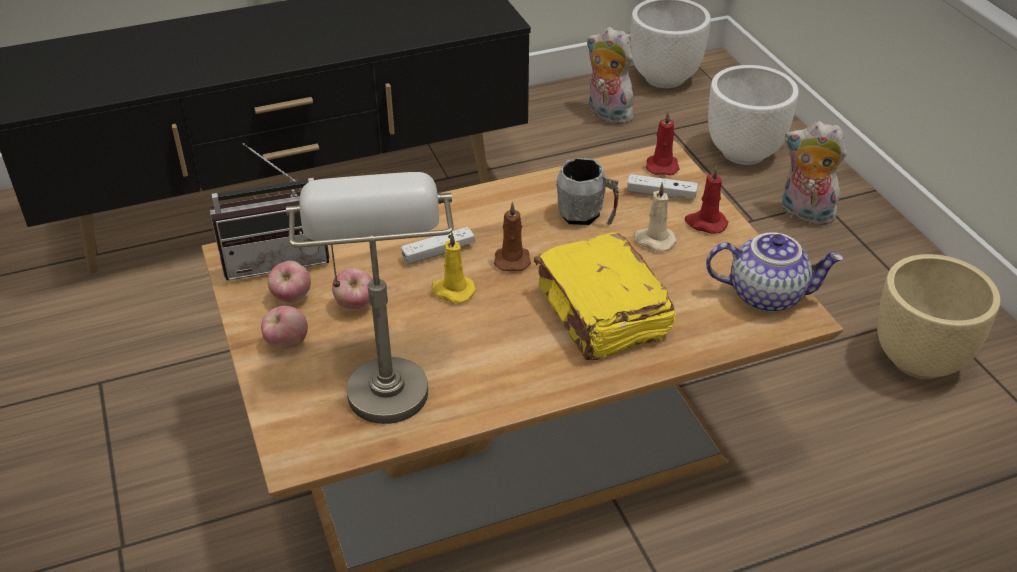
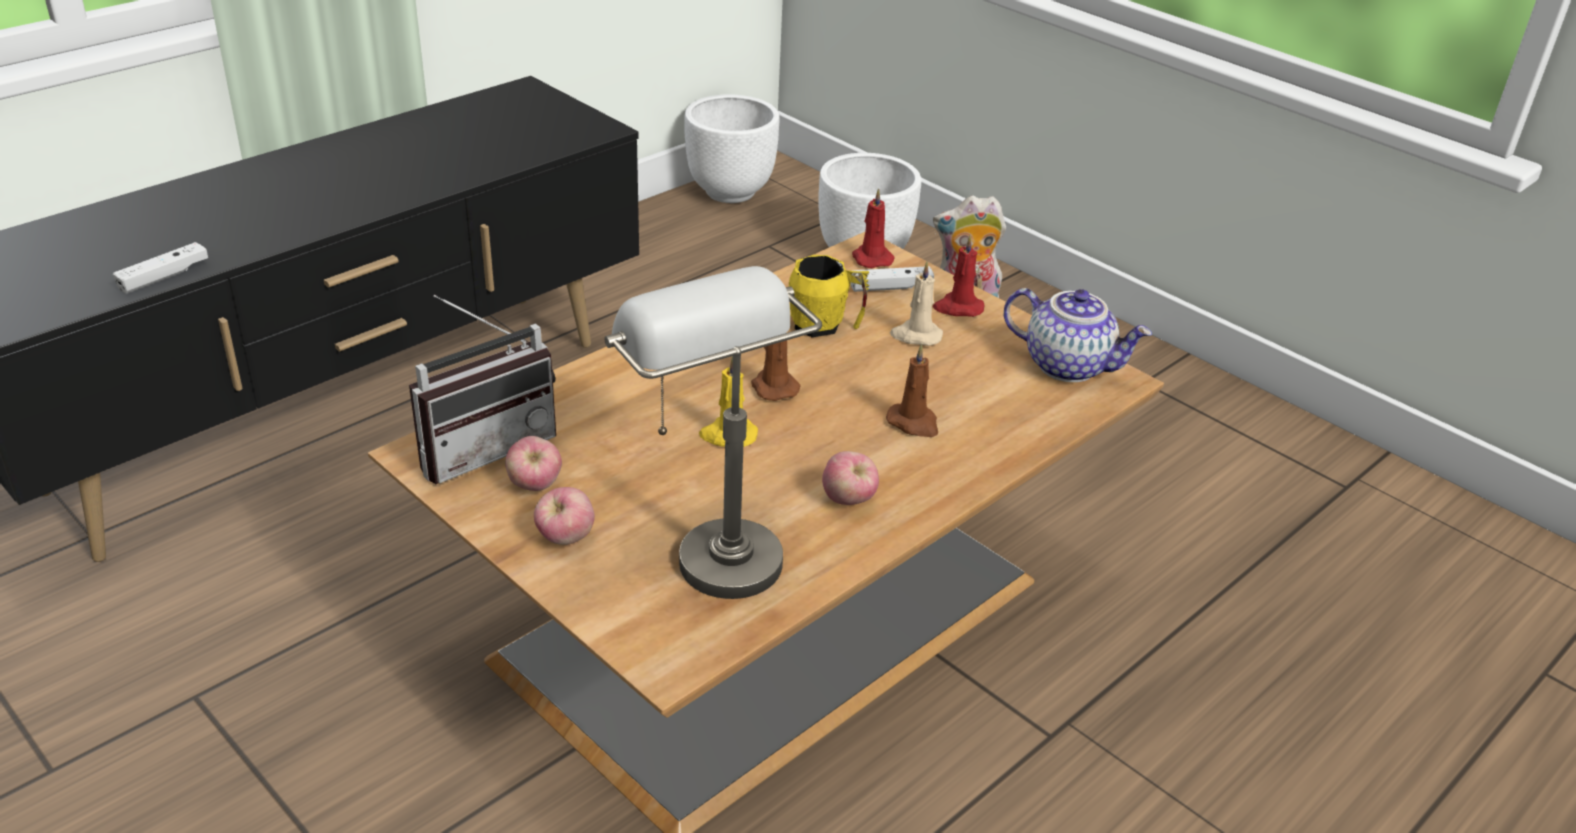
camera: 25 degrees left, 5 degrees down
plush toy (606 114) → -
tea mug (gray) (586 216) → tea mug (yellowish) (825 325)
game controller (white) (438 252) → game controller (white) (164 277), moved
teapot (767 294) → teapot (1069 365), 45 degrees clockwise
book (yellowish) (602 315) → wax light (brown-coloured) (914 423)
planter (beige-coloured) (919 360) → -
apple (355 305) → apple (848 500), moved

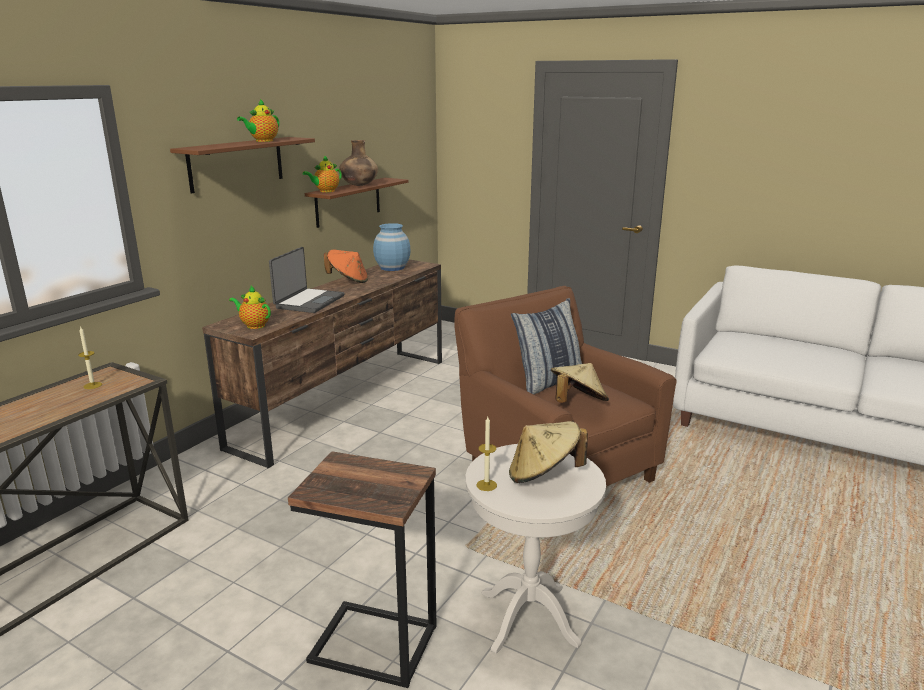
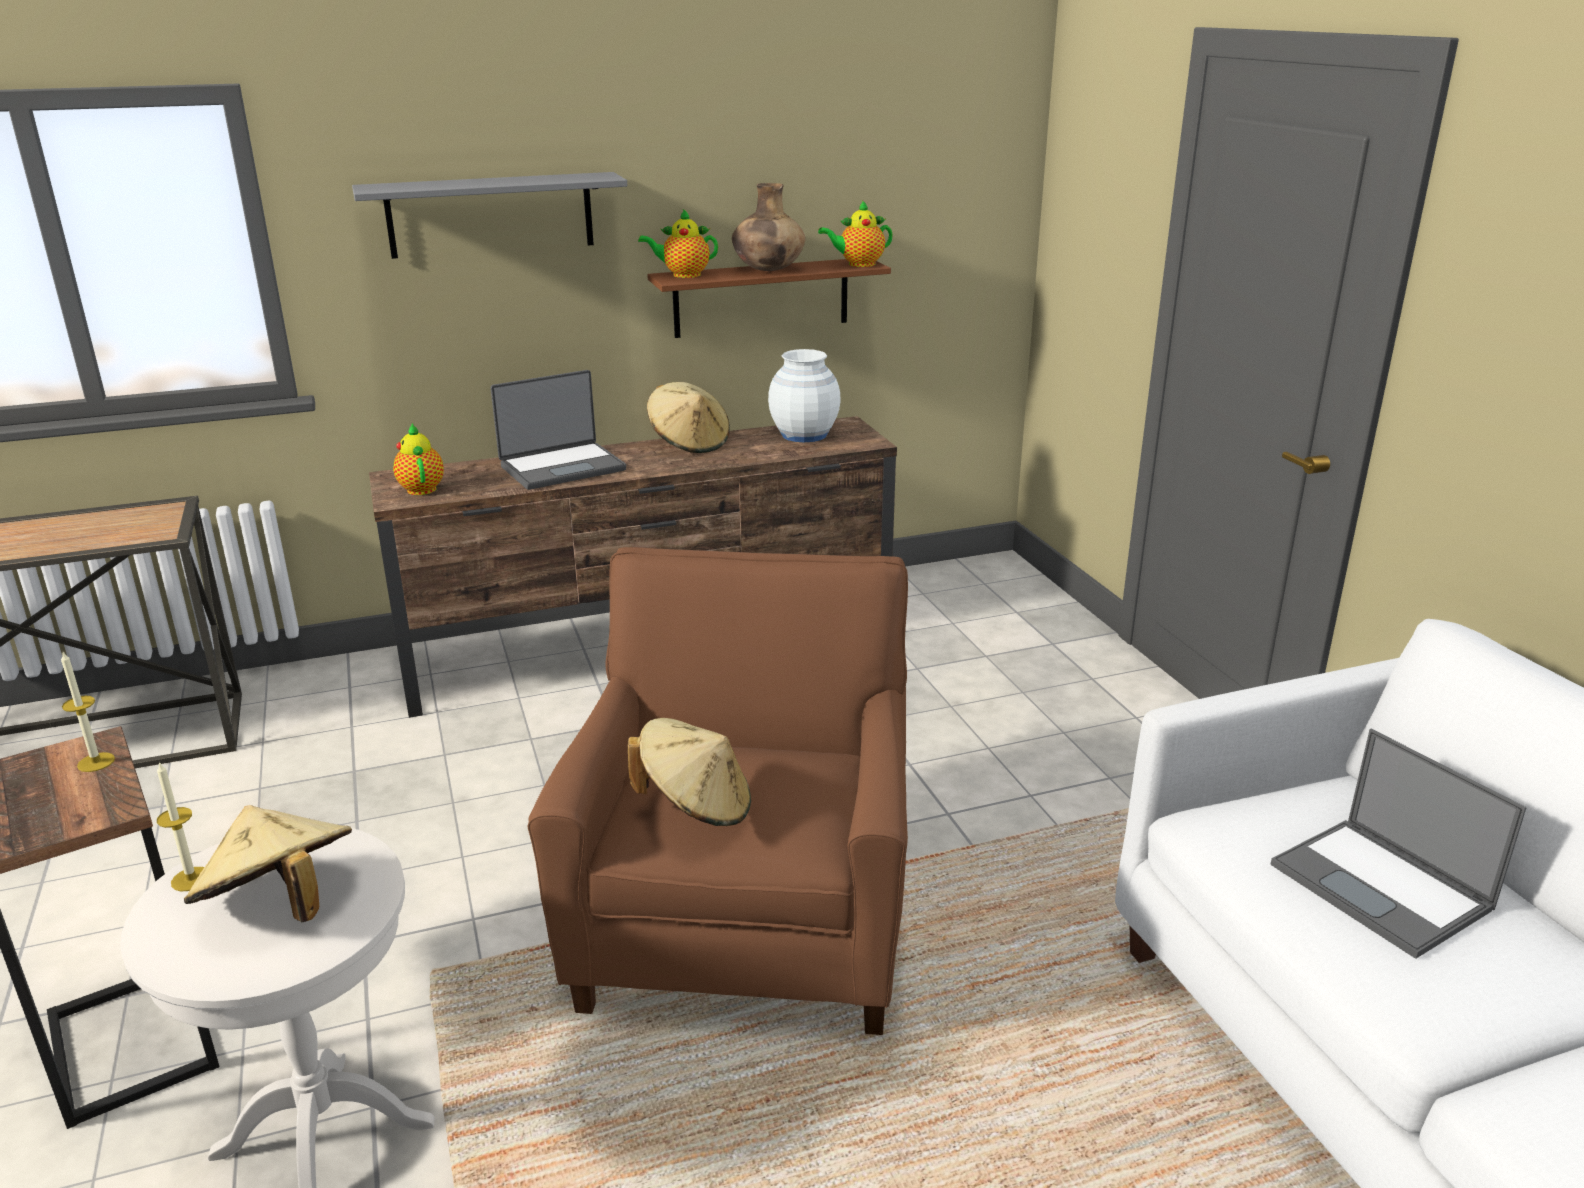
camera: 40 degrees right, 5 degrees up
teapot (262 141) → teapot (858 264), moved
wall shelf (brown-coloured) (236 164) → wall shelf (gray) (490 215)
decorative vase (blue) (392 268) → decorative vase (white) (803 435)
wearable hat (orange-coloured) (348 281) → wearable hat (beige-coloured) (689 443)
cushion (548 382) → -
wax light (92 385) → wax light (96 762), moved
- → notebook computer (1383 887)

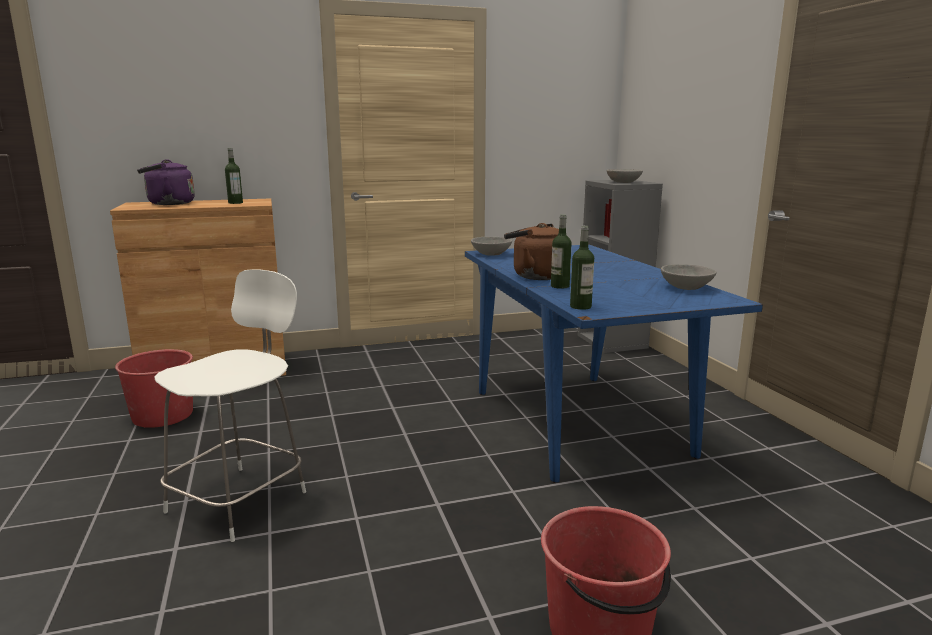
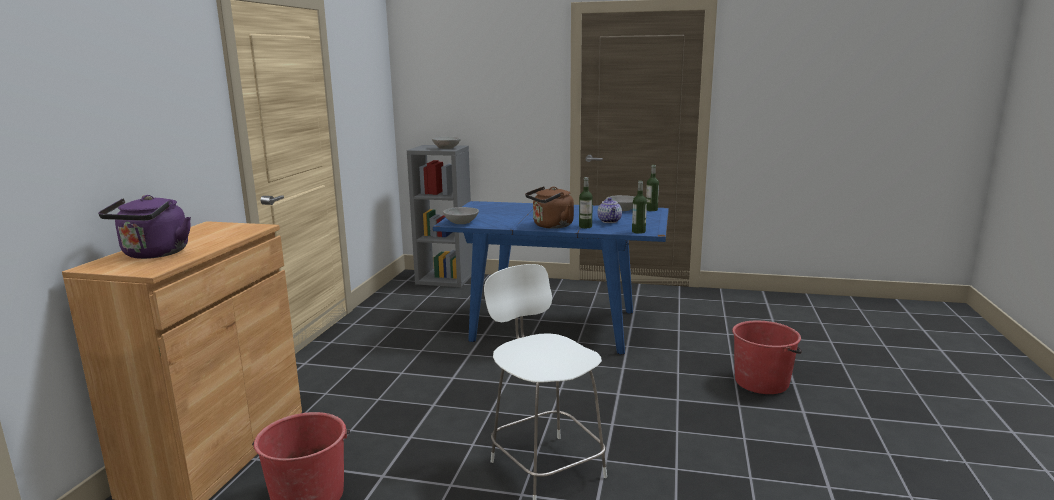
camera: 60 degrees left, 0 degrees up
bottle (235 203) → bottle (651 210), moved
- → teapot (610 221)

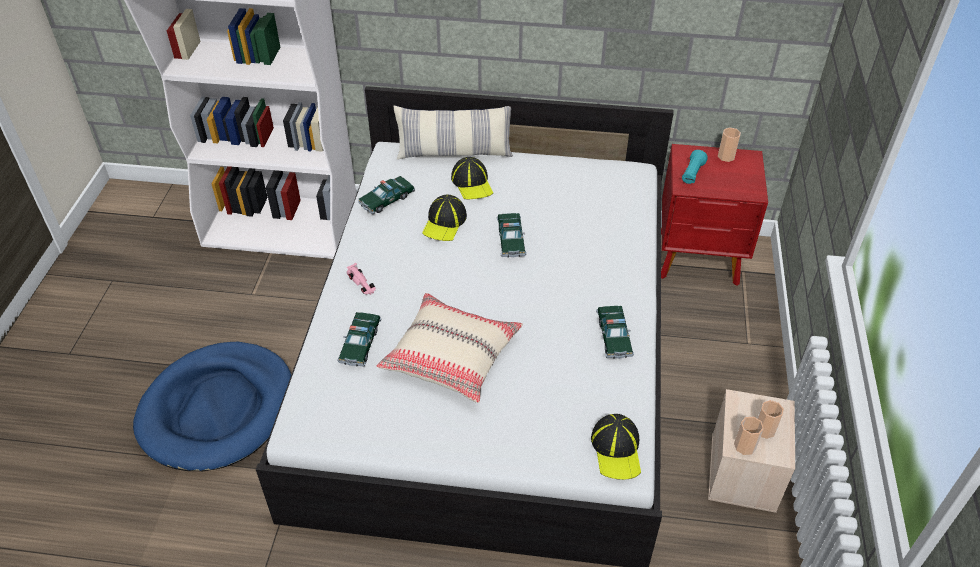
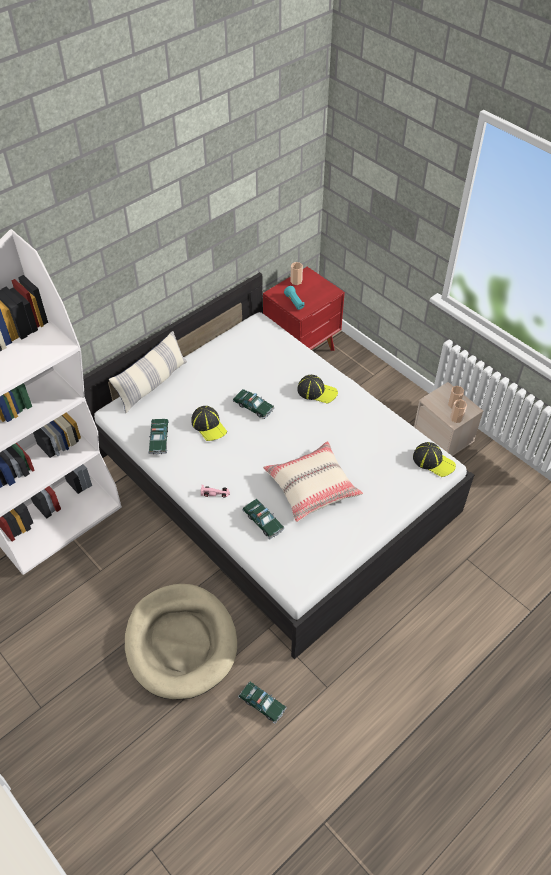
camera: 50 degrees left, 5 degrees up
cap (472 183) → cap (317 391), moved
toy car (613 336) → toy car (262 704), moved
dog cushion (blue) (218 409) → dog cushion (beige-coloured) (181 642)

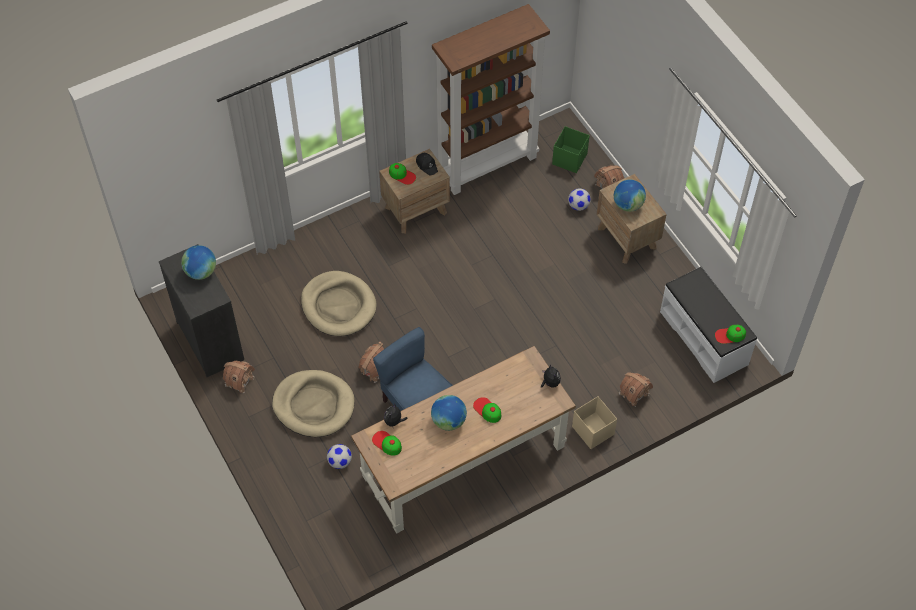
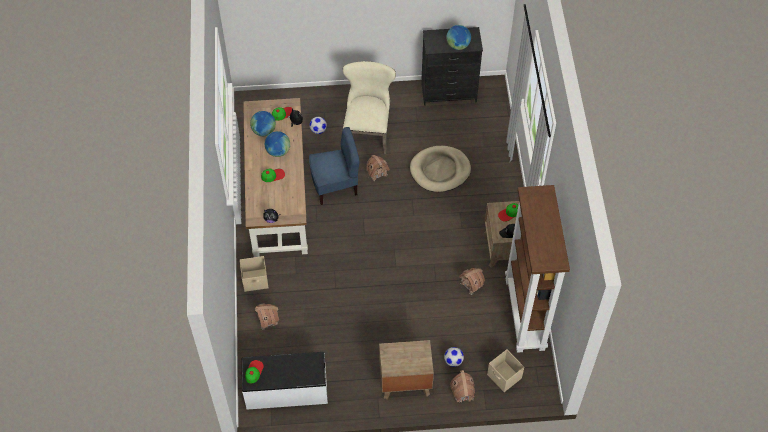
camera: 115 degrees right, 0 degrees up
storage bin (greenish) (570 159) → storage bin (beige-coloured) (504 377)
desk globe (628 204) → desk globe (264 131), moved
model house (239 381) → model house (471 284), moved
dog cushion (beige-coloured) (314 405) → plain chair (beige-coloured) (368 130)

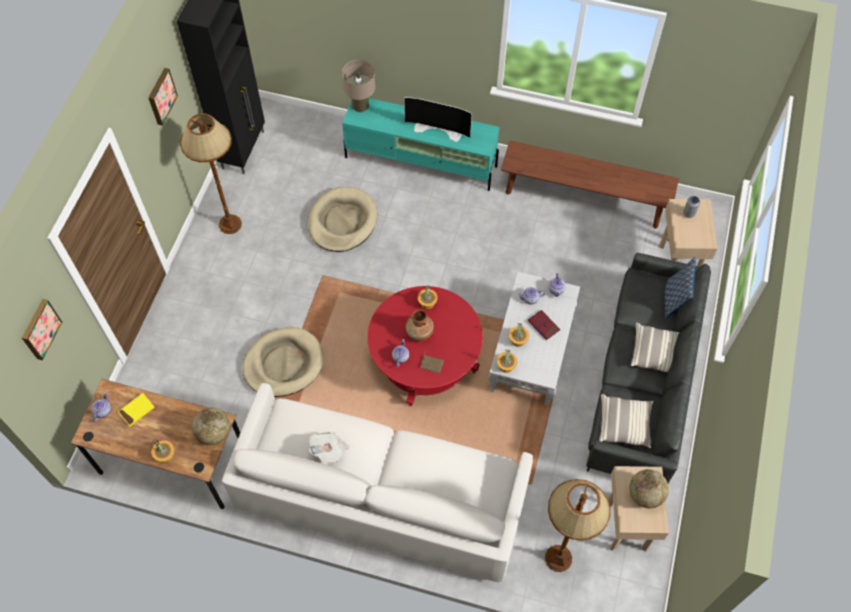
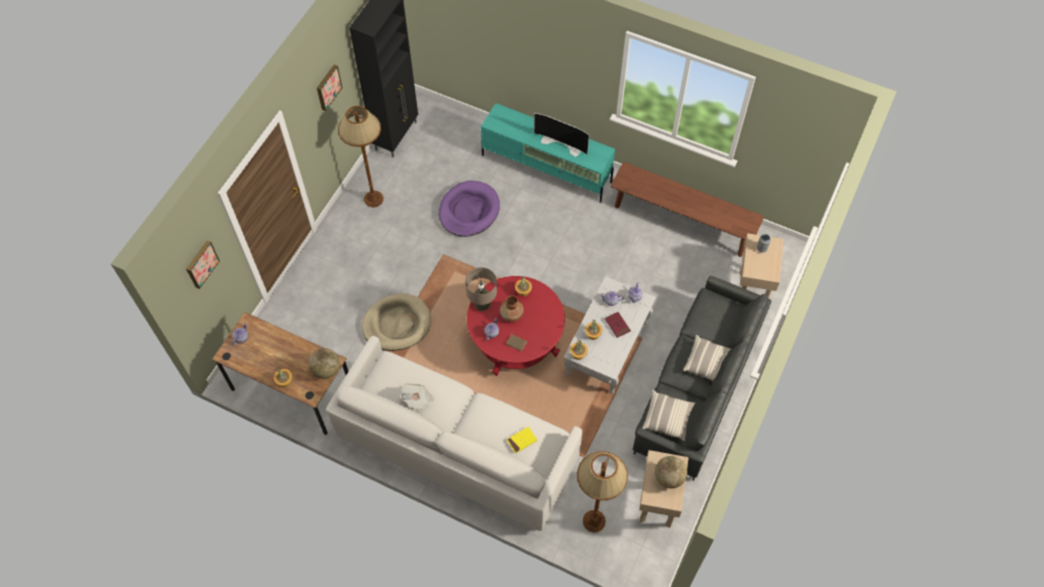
camera: 10 degrees right, 0 degrees up
tabletop lamp (beige-coloured) (360 105) → tabletop lamp (beige-coloured) (482 303), moved
dog cushion (beige-coloured) (342 221) → dog cushion (purple-coloured) (469 211)
cushion (674 299) → -
book (yellowish) (136 410) → book (yellowish) (522 440), moved

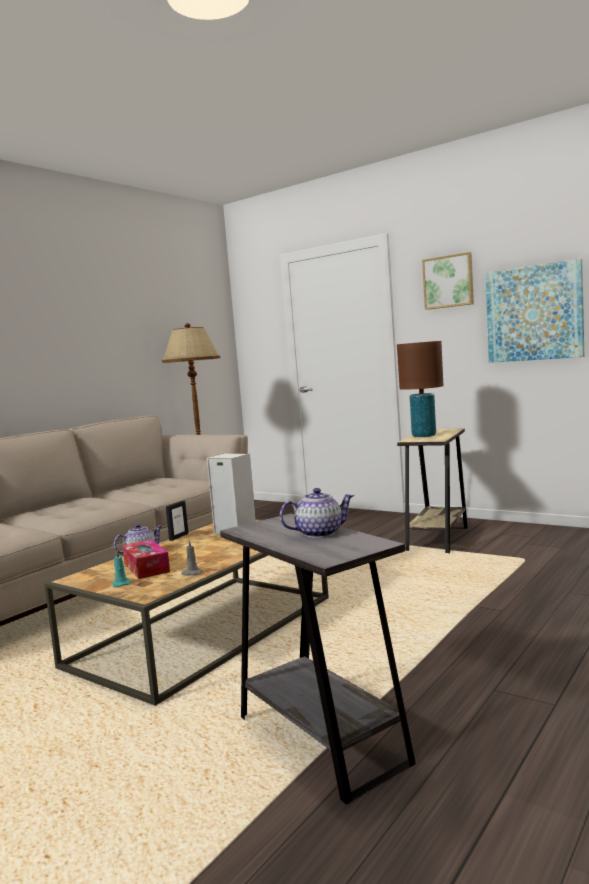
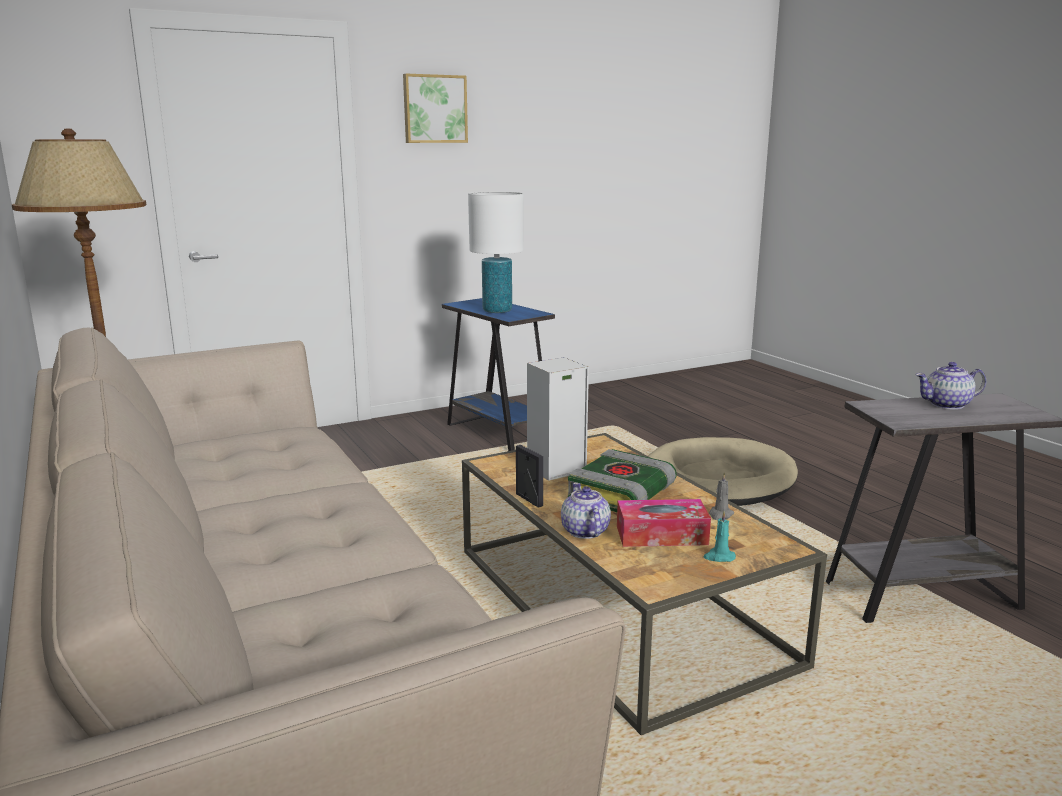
camera: 65 degrees left, 10 degrees up
wall art (534 313) → -
tabletop lamp (brown-coloured) (424 436) → tabletop lamp (white) (497 311)
accent table (beige-coloured) (438 539) → accent table (blue) (498 433)
teapot (319 533) → teapot (946 405), 105 degrees counterclockwise
- → dog cushion (beige-coloured) (716 479)
- → book (622 495)

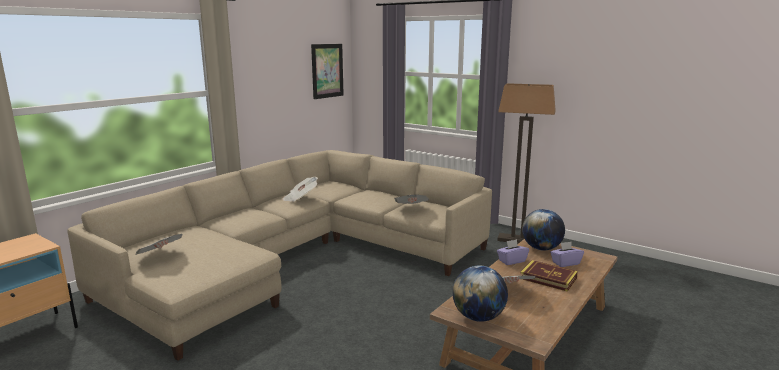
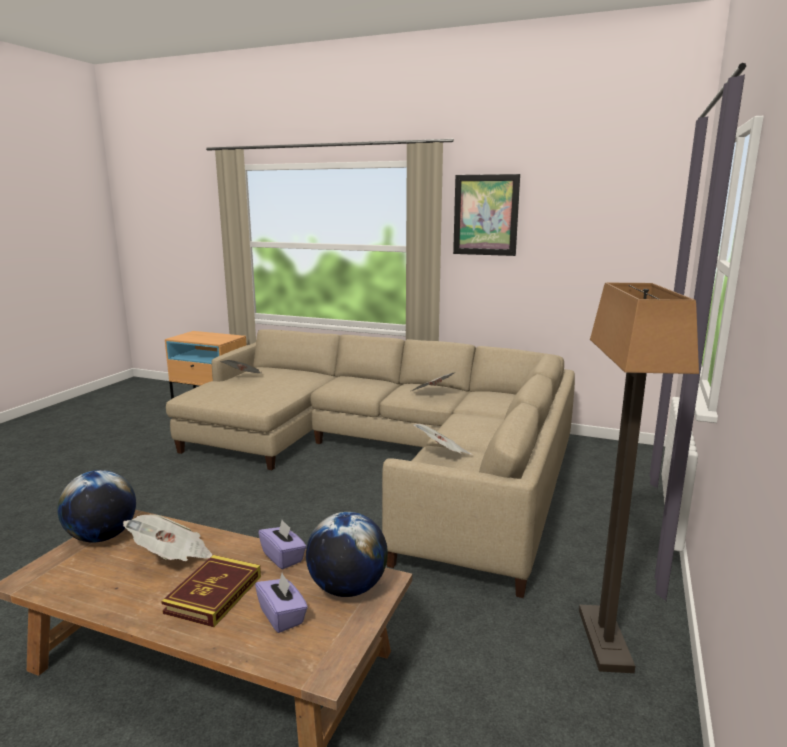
camera: 75 degrees right, 0 degrees up
wall art (327 71) → wall art (485 215), moved

